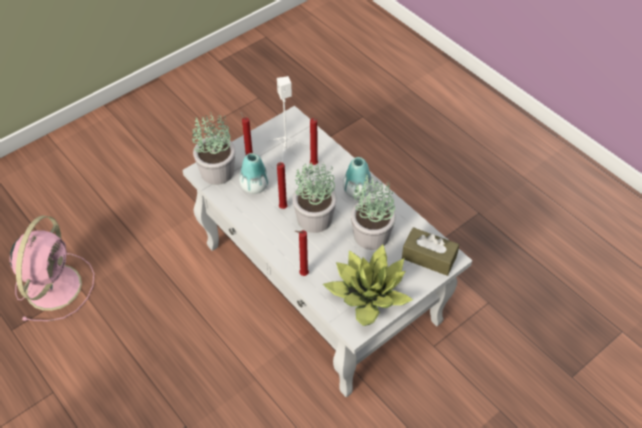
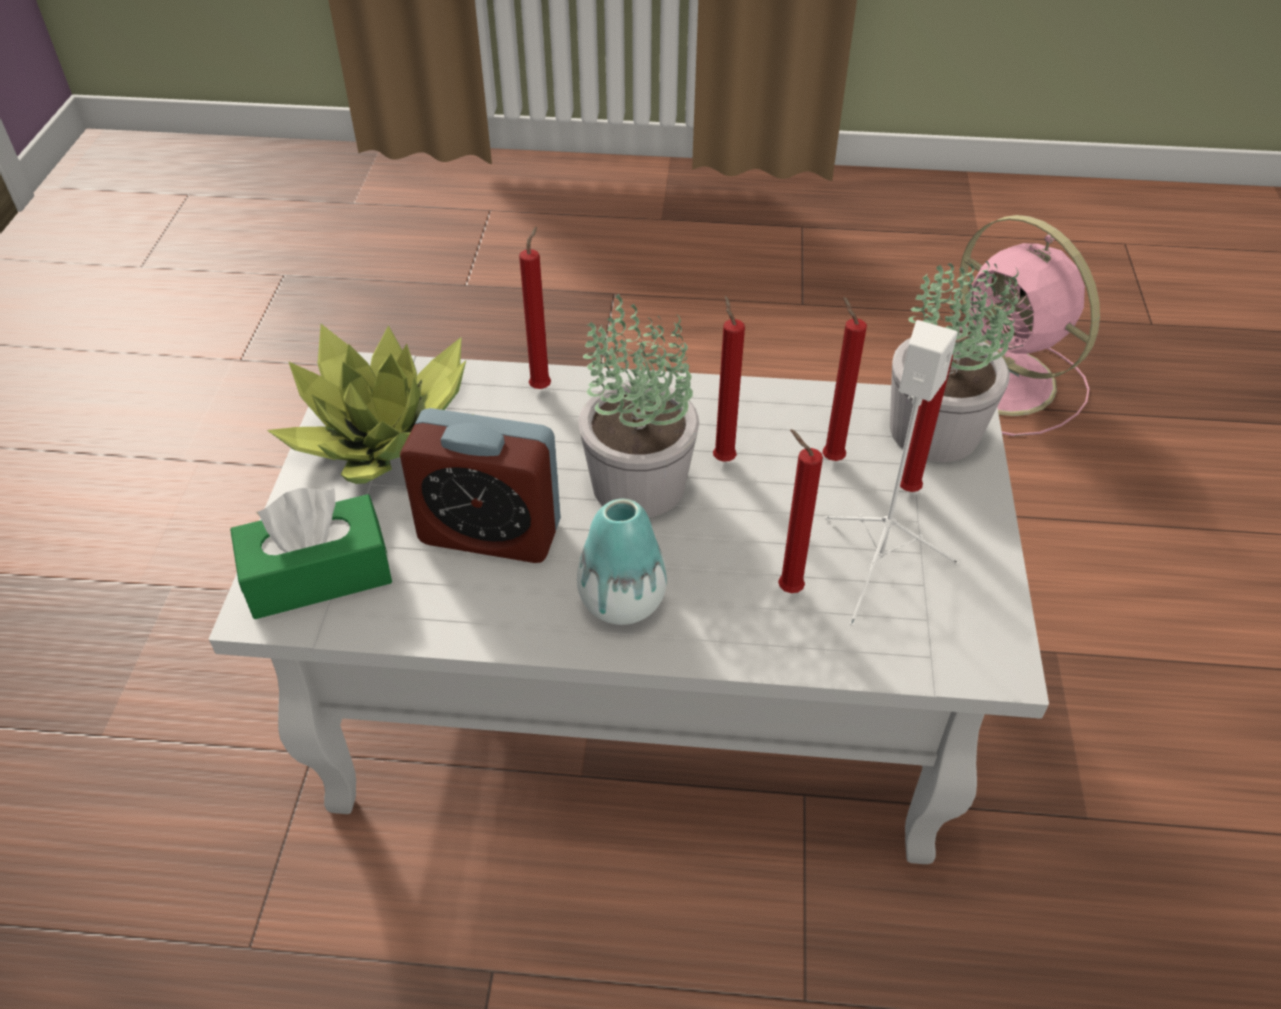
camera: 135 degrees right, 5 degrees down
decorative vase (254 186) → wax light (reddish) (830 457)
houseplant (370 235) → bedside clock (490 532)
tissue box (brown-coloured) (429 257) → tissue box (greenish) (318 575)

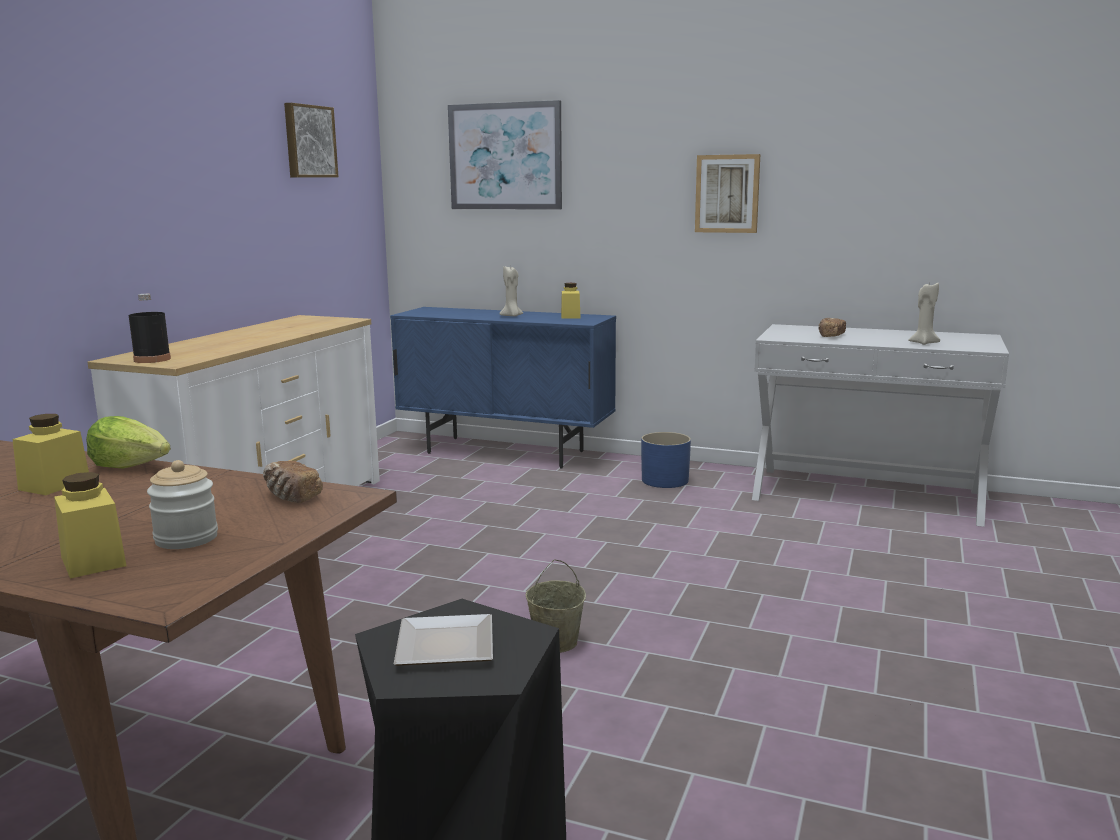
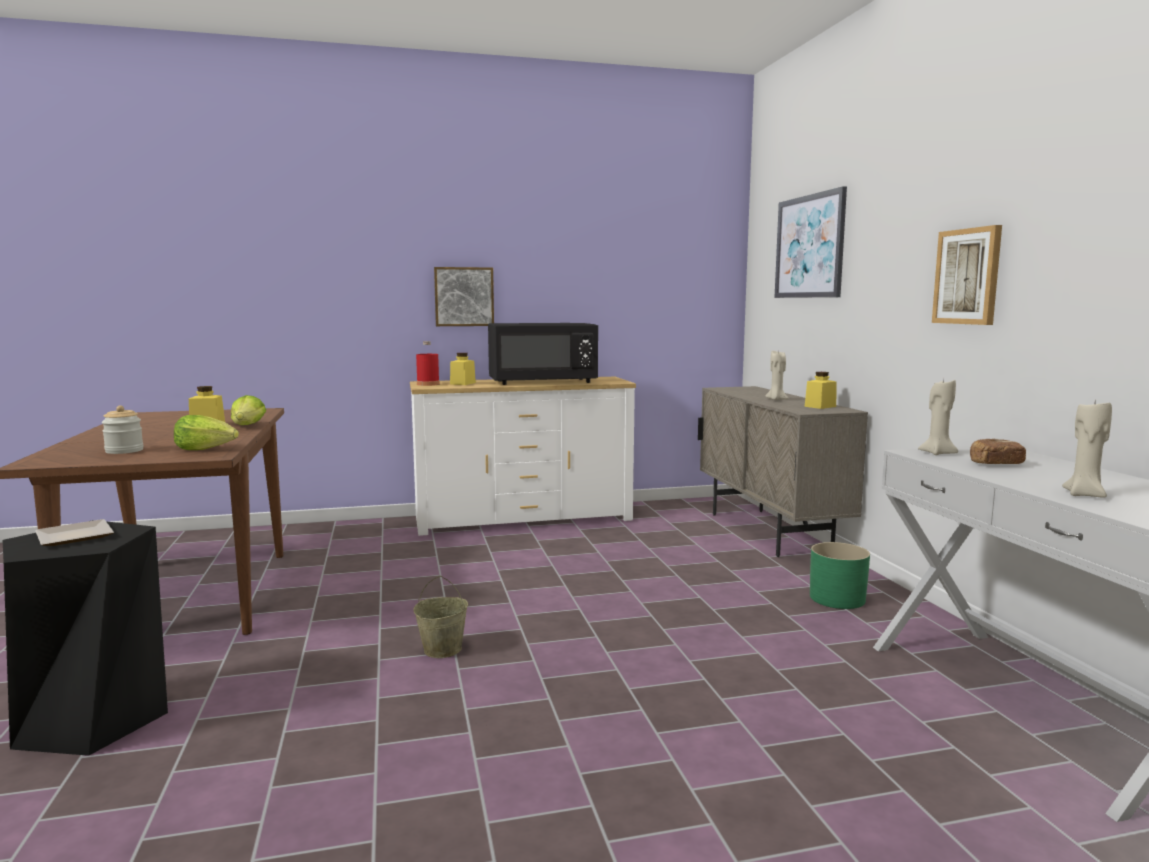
camera: 55 degrees right, 5 degrees down
wall art (308 141) → wall art (464 296), moved
bottle (black) (152 359) → bottle (reddish) (428 384)
cabinet (blue) (506 452) → cabinet (beige-coloured) (769 532)
planter (blue) (664 480) → planter (greenish) (836 598)
bakery bread (291 497) → lettuce head (206 449)
preserve jar (yellowish) (93 561) → preserve jar (yellowish) (462 383), moved
- → kitchen microwave (black) (542 382)
- → wax light (beige-coloured) (937 453)

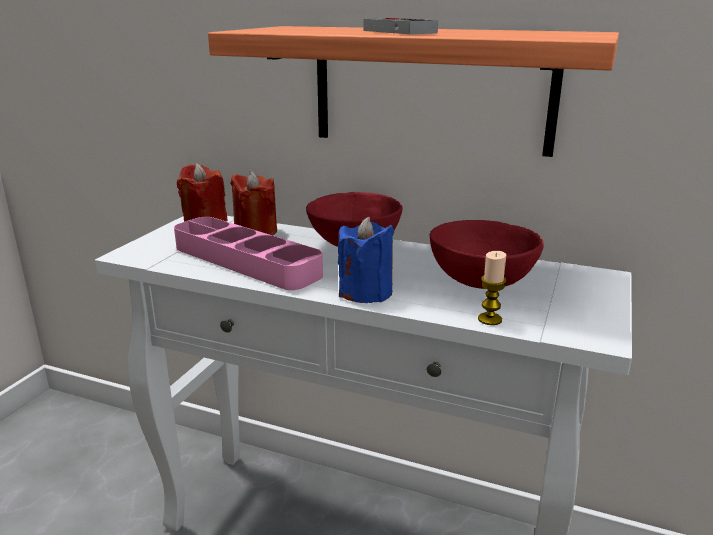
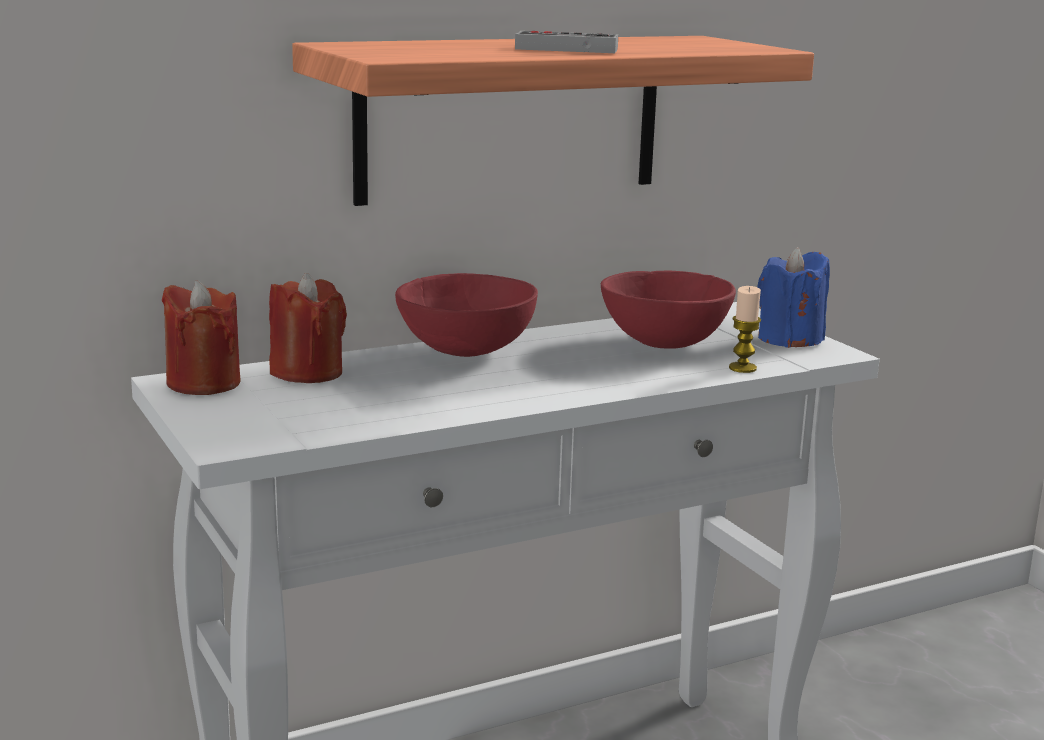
camera: 50 degrees left, 5 degrees down
serving tray (pinkish) (245 261) → -
wax light (blue) (365 292) → wax light (blue) (789 339), moved

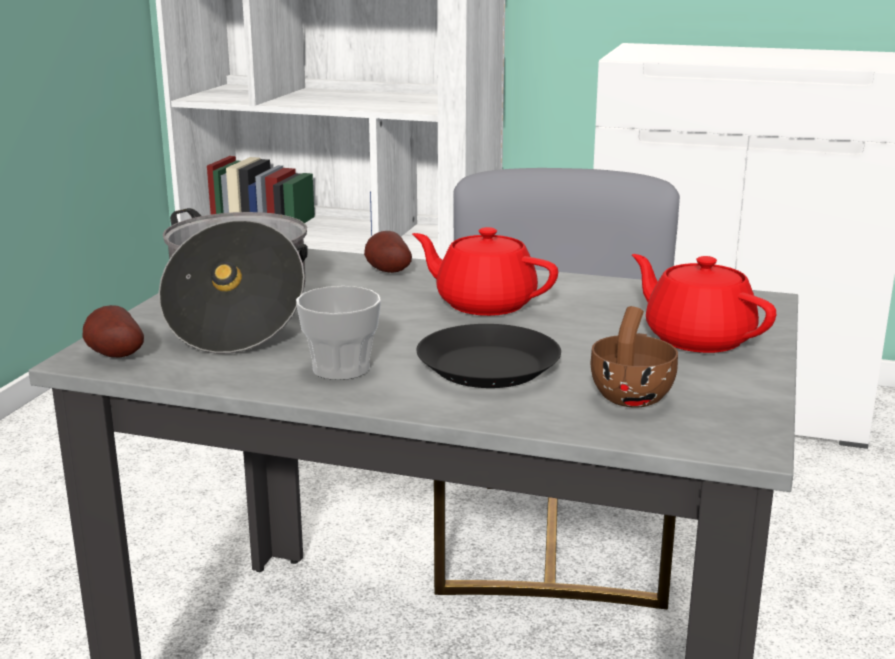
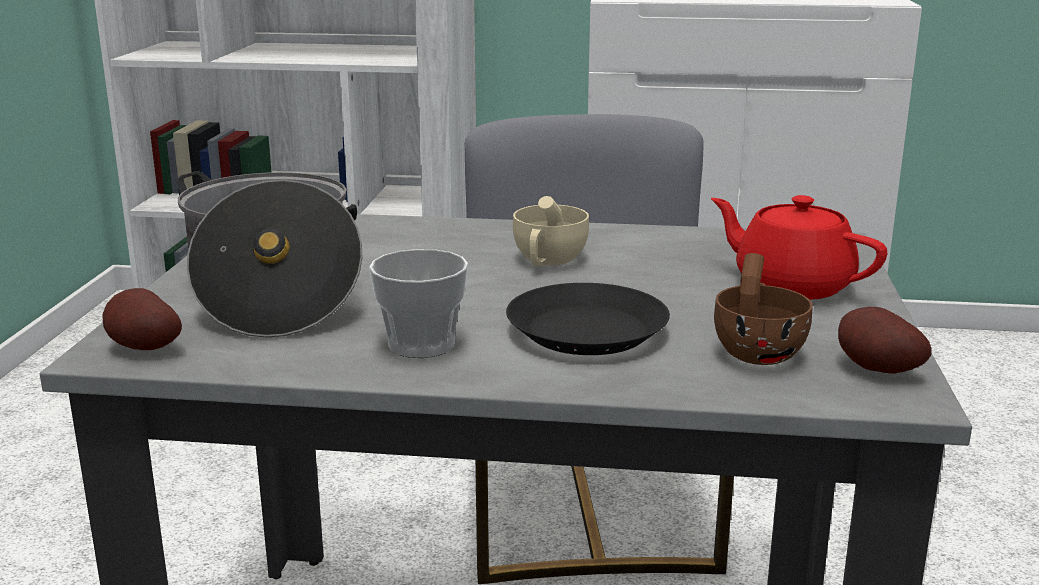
camera: 10 degrees left, 0 degrees up
teapot (reddish) (484 304) → cup (beige-coloured) (547 262)
whole potato (386 272) → whole potato (874 370), moved

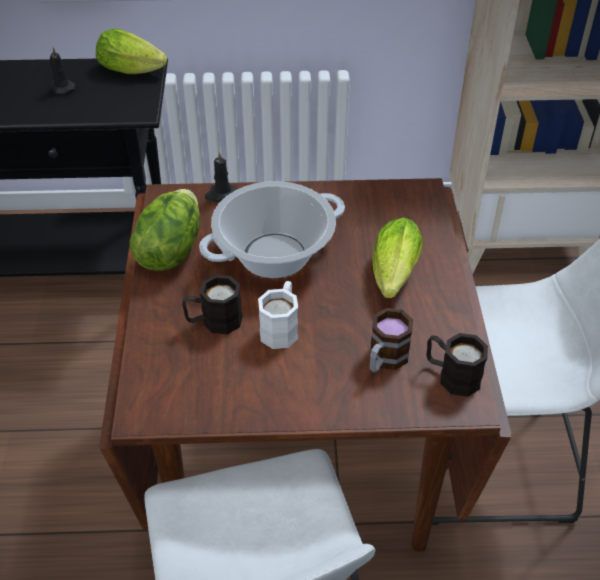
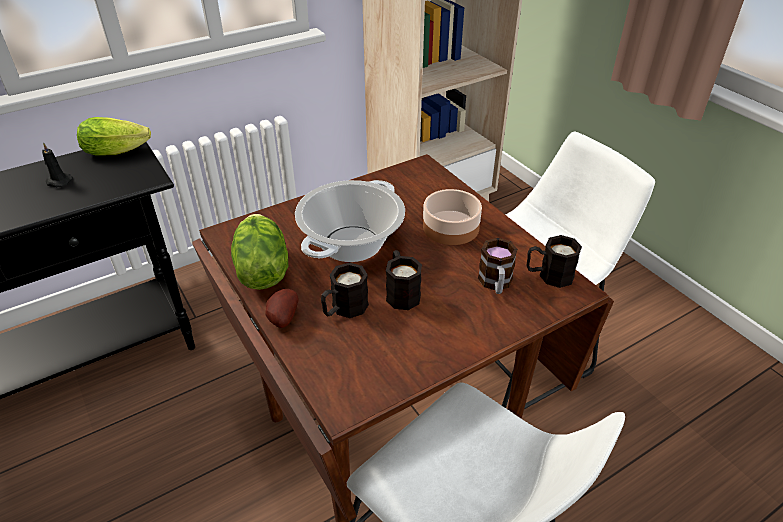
camera: 30 degrees left, 5 degrees down
wax light (black) (221 194) → -
lettuce head (393 277) → serving bowl (451 227)
tea mug (white) (281 327) → tea mug (black) (401 292)
- → whole potato (282 318)

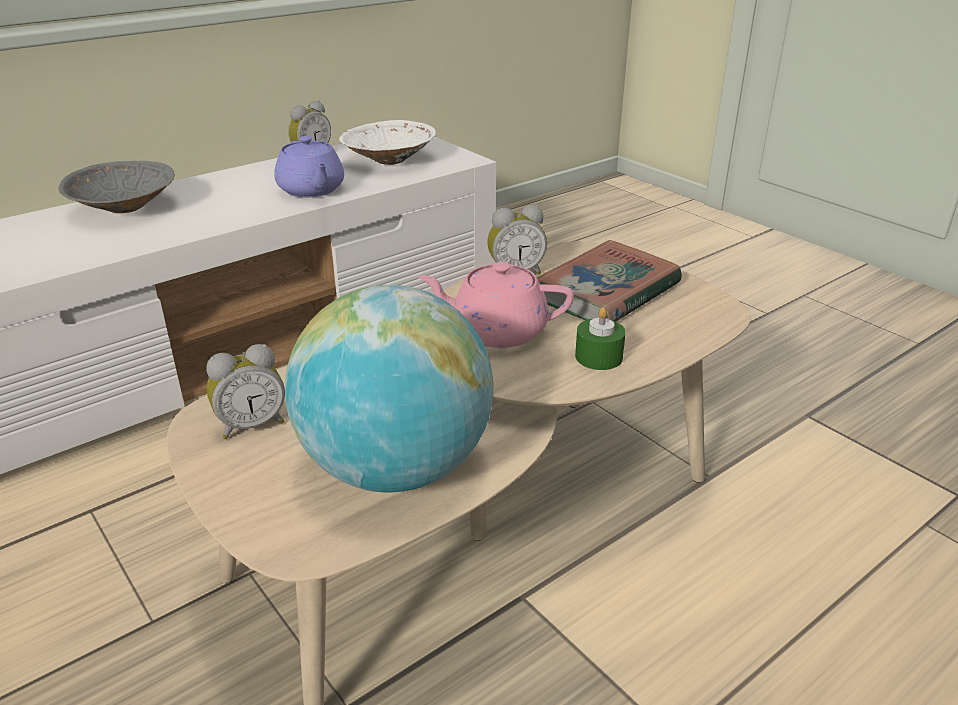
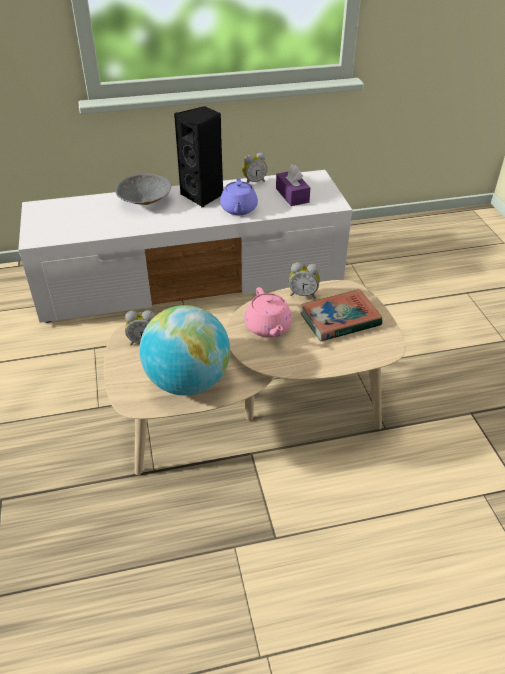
camera: 25 degrees right, 10 degrees up
serving bowl (white) (388 161) → tissue box (purple-coloured) (292 195)
teapot (pinkish) (497 331) → teapot (pinkish) (268 327), 135 degrees counterclockwise
wax light (greenish) (598 357) → -
- → audio speaker (black) (203 196)

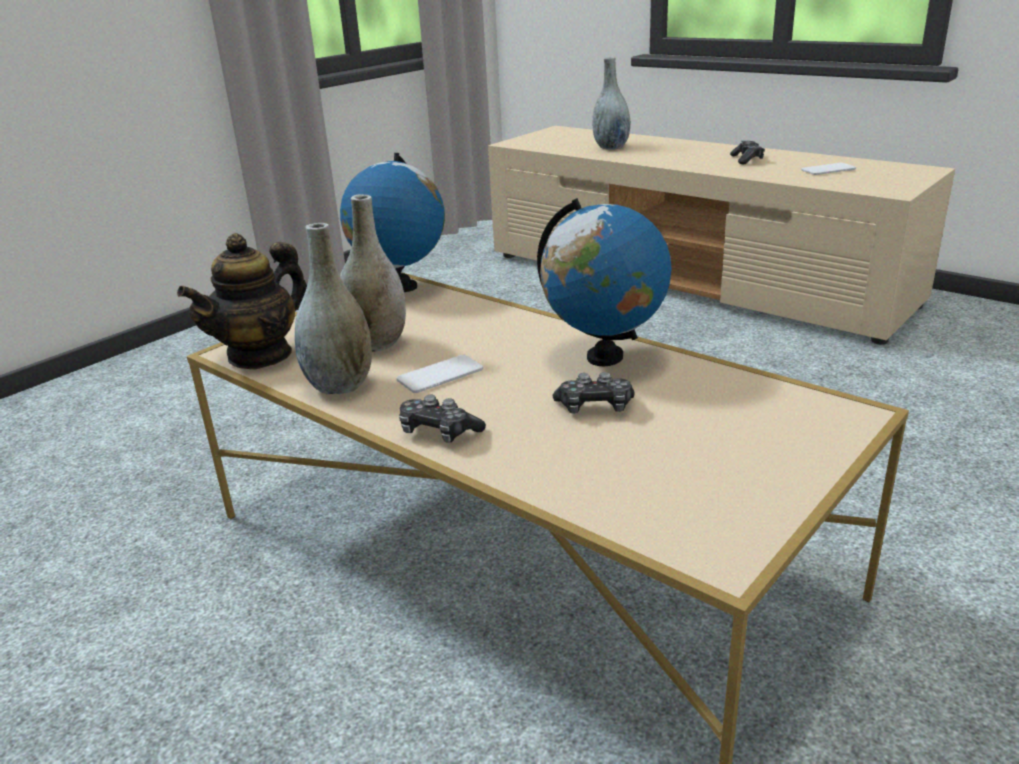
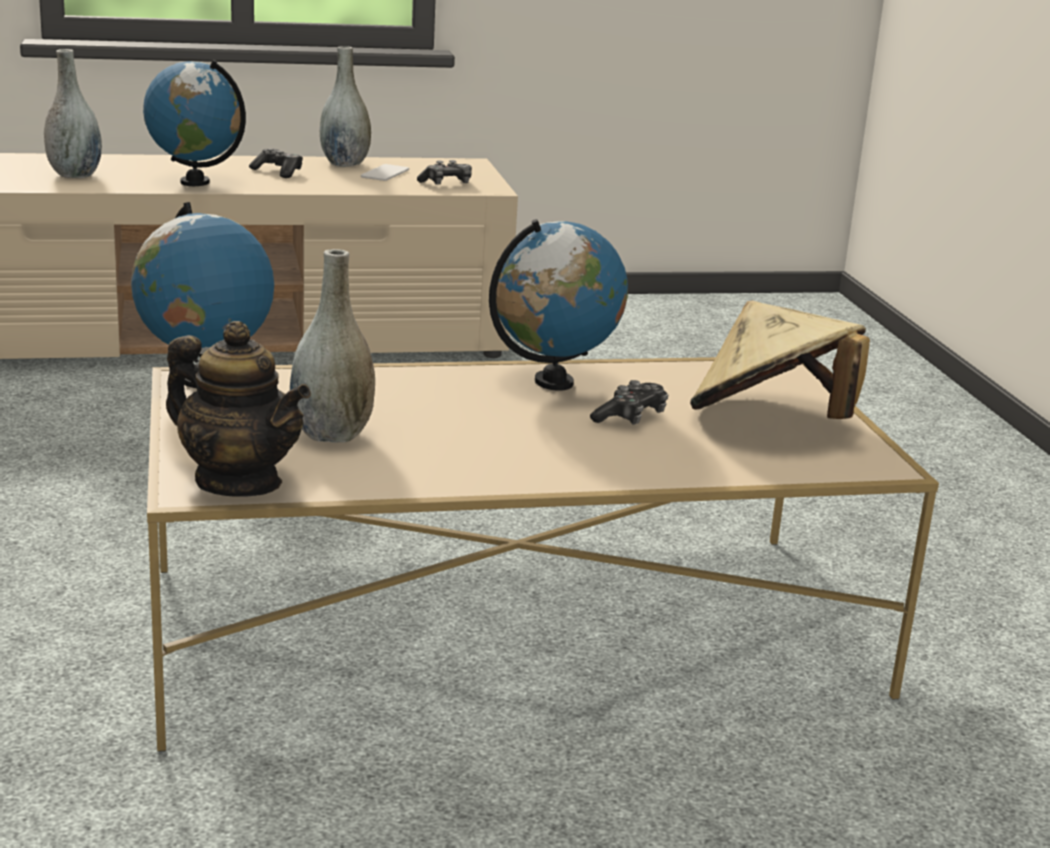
camera: 55 degrees left, 5 degrees down
decorative vase (gray) (340 385) → decorative vase (gray) (344 164), moved
teapot (260 355) → teapot (238 482), 45 degrees counterclockwise
telephone (440 375) → -
game controller (438 432) → game controller (447 184), moved
- → desk globe (195 182)
- → wearable hat (beige-coloured) (770 422)

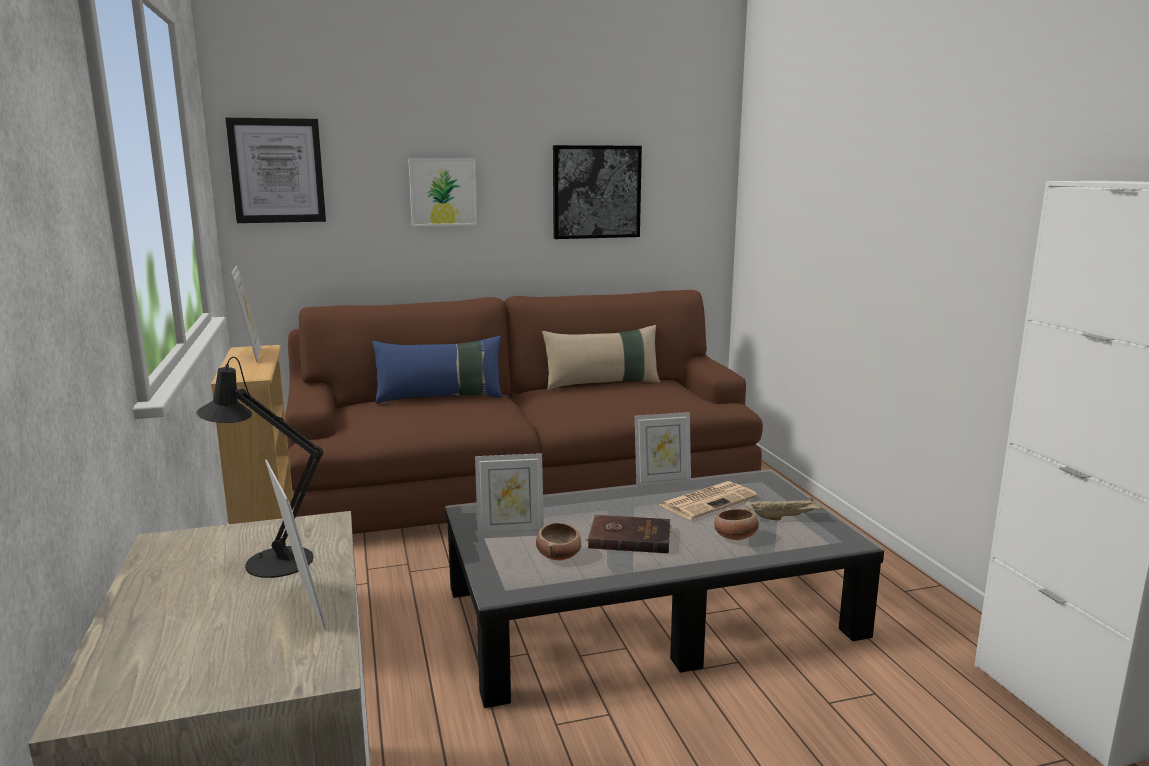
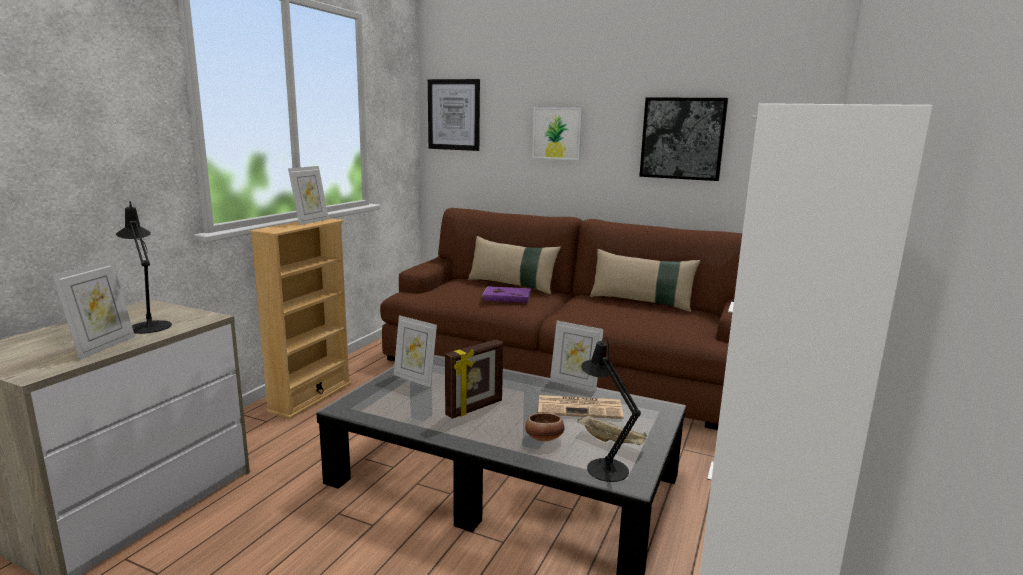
camera: 40 degrees right, 0 degrees up
cushion (blue) (440 398) → cushion (beige-coloured) (512 285)
book (brown-coloured) (629 537) → standing frame (475 408)
serving bowl (559 555) → -
- → book (purple-coloured) (506 296)
- → tabletop lamp (black) (603 466)

